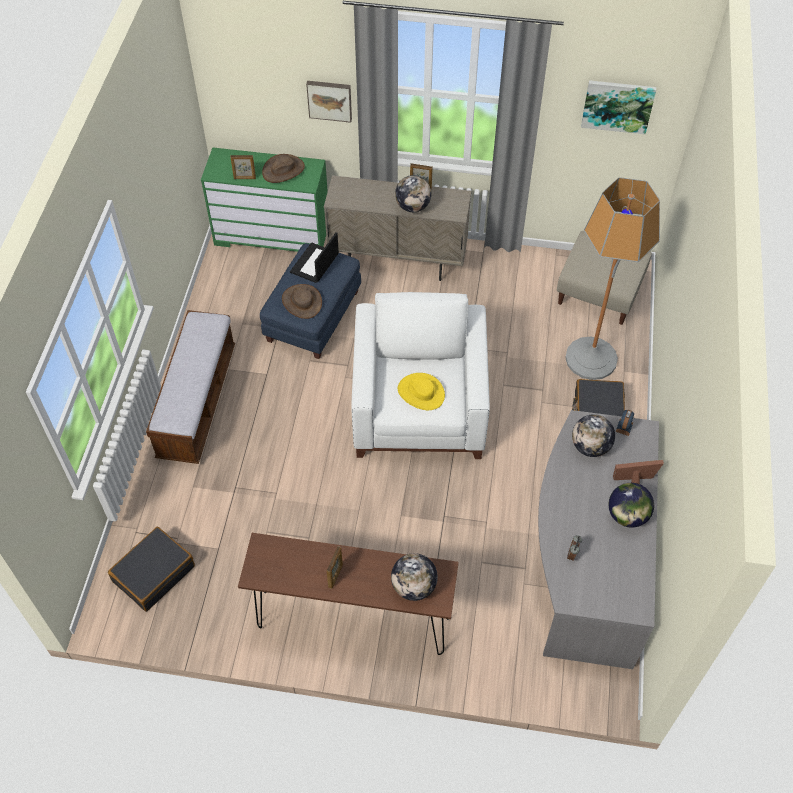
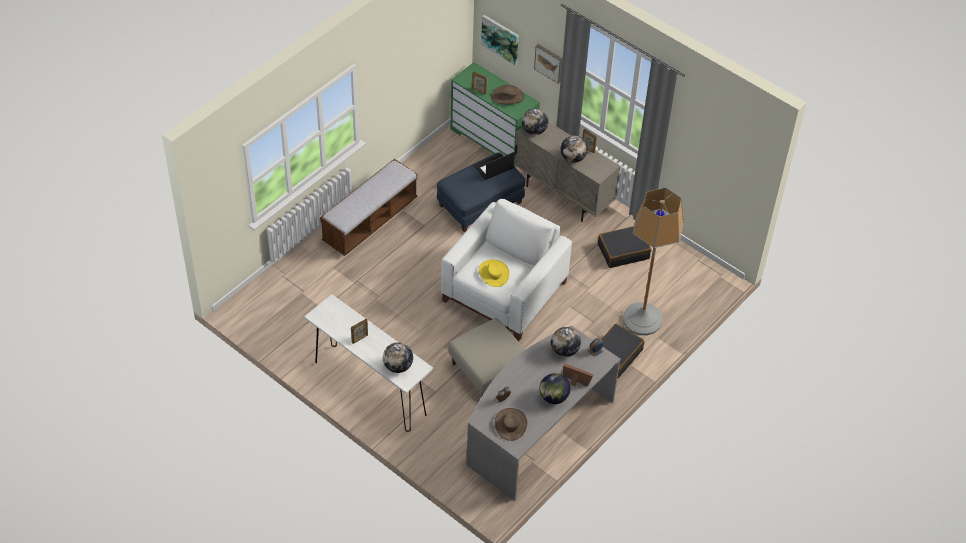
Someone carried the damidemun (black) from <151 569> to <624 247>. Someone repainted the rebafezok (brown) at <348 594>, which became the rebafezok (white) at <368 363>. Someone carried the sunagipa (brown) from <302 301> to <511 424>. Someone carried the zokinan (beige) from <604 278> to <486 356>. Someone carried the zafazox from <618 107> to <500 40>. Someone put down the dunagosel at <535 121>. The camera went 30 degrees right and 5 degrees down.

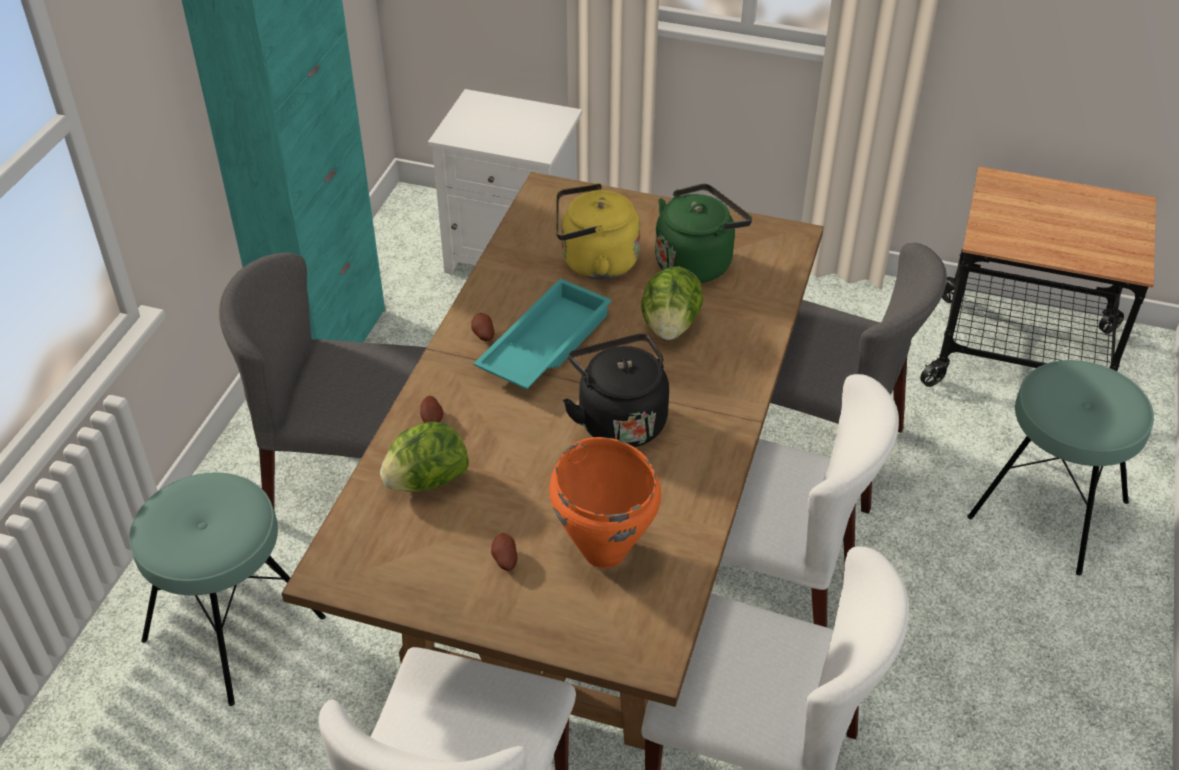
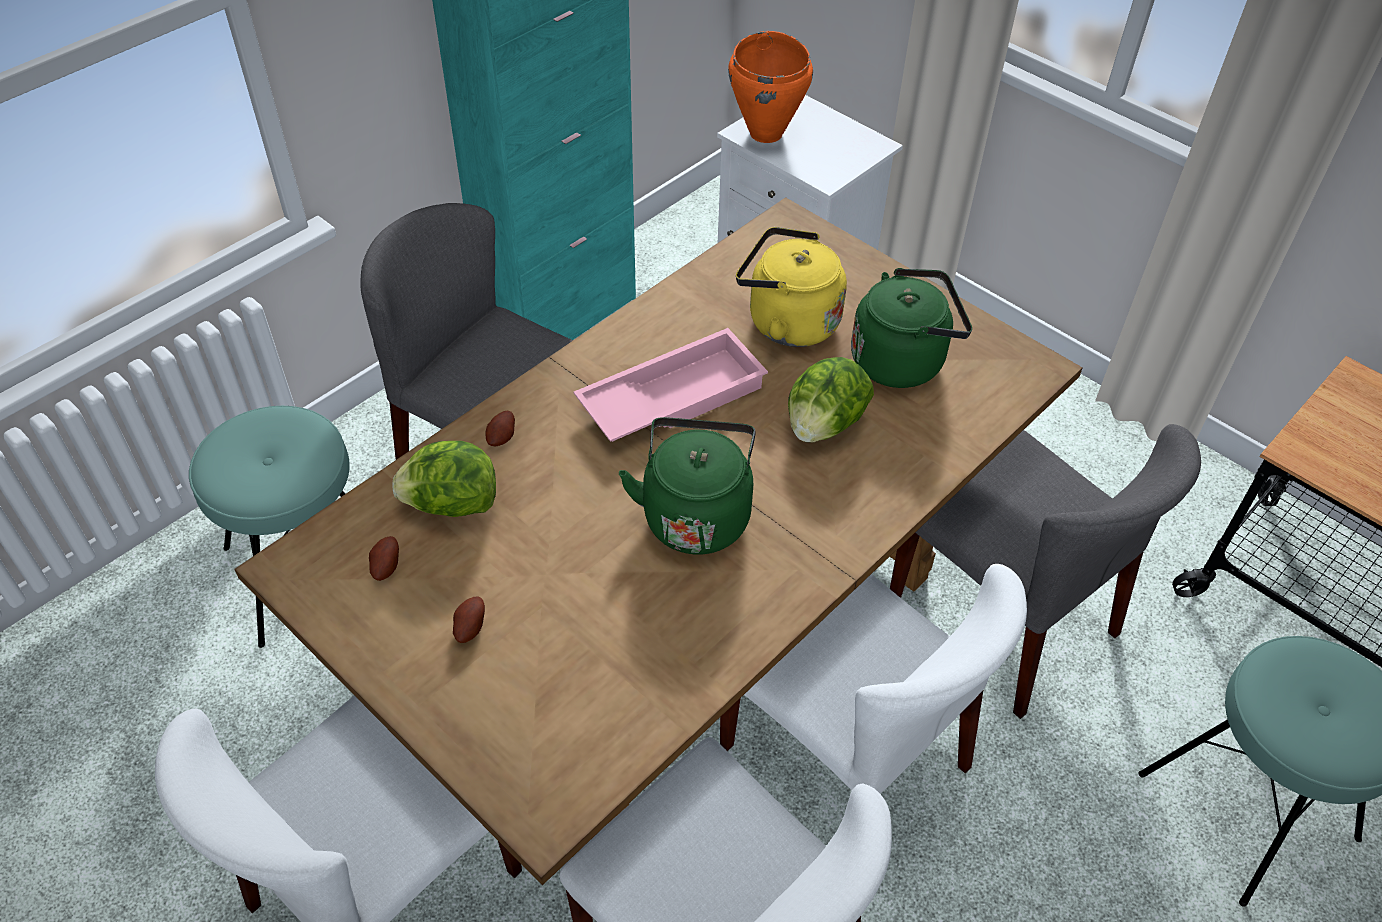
Someone carried the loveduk from <483 327> to <384 558>. Someone repainted the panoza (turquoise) at <543 334>, which became the panoza (pink) at <671 385>. Someone carried the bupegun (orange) from <605 502> to <770 87>. Someone repainted the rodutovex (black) at <616 390>, which became the rodutovex (green) at <687 485>. The camera went 25 degrees right and 5 degrees up.

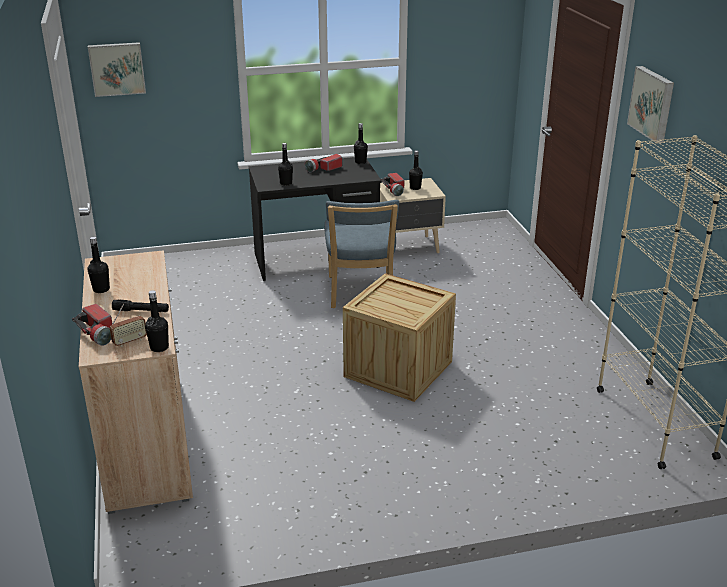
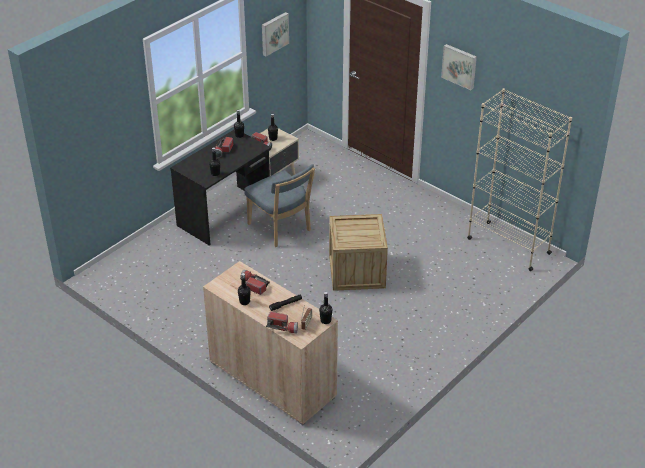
Someone carried the zafazox from <117 69> to <275 34>. Someone put down the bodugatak at <255 282>. The camera went 35 degrees left and 10 degrees up.

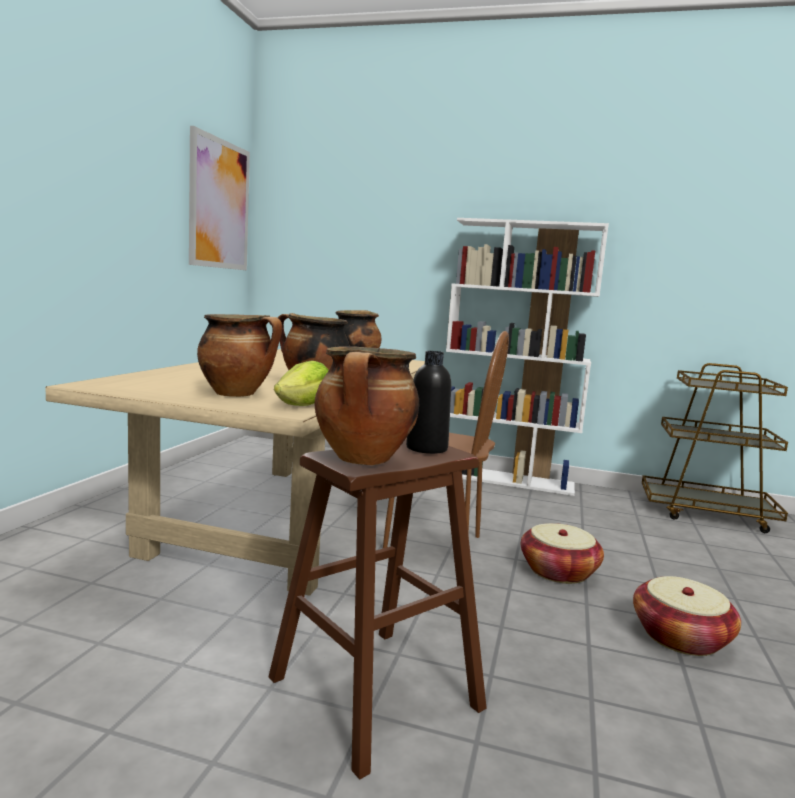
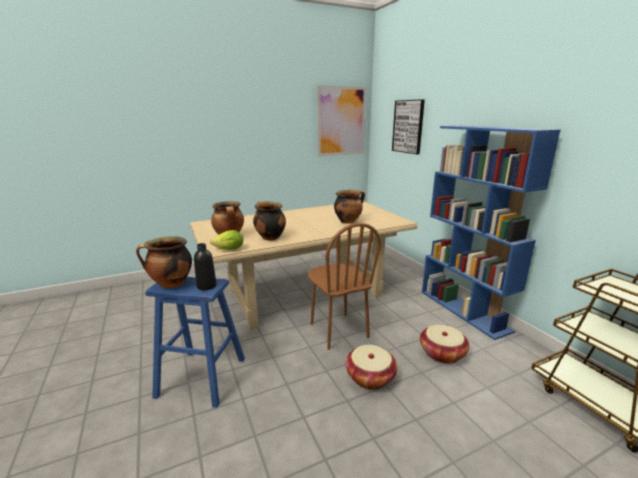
Someone repainted the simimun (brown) at <377 610>, which became the simimun (blue) at <195 342>. Someone repainted the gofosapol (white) at <527 357>, which became the gofosapol (blue) at <491 233>. Someone carried the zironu from <687 616> to <444 344>. Someone put up the zafazox at <408 126>. The camera went 50 degrees right and 10 degrees up.

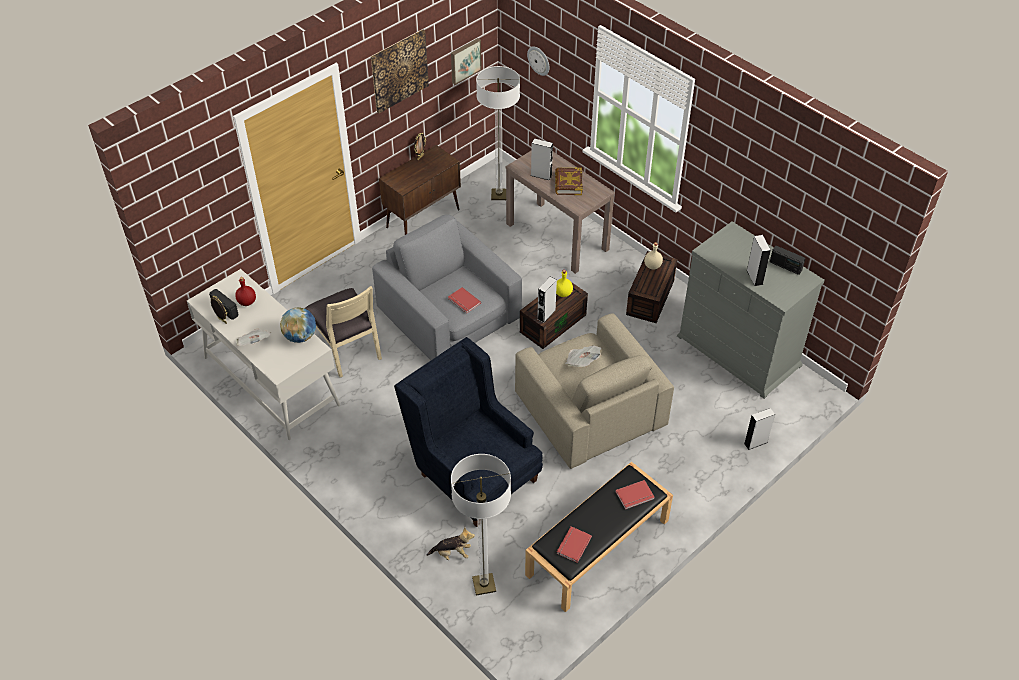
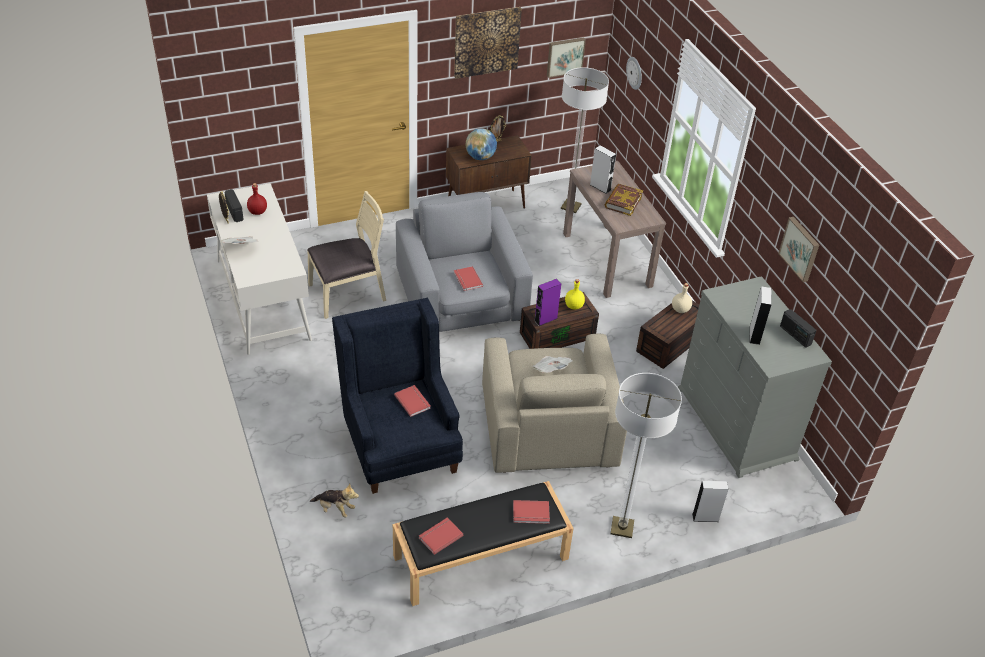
Someone carried the dunagosel from <298 325> to <481 144>. Someone rotated the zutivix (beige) at <343 332> by 105 degrees counterclockwise. Someone carried the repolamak from <481 525> to <646 455>. Someone repainted the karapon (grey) at <547 300>, which became the karapon (purple) at <548 302>. Someone put down the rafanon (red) at <412 401>. Someone put up the zafazox at <798 249>. The camera went 20 degrees right and 5 degrees down.

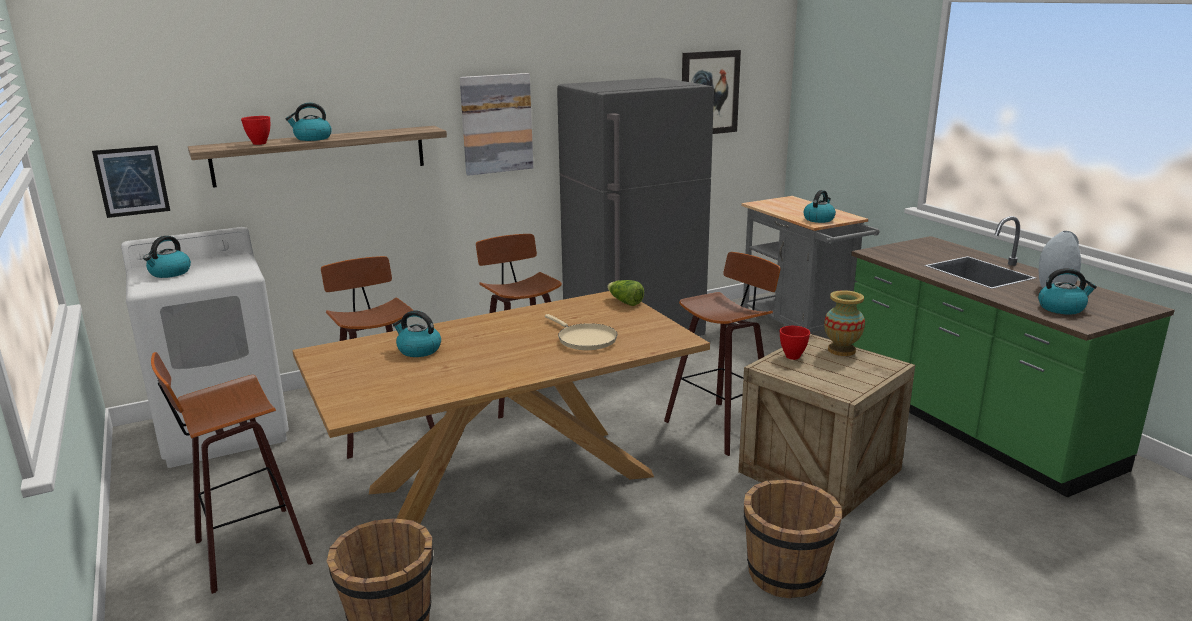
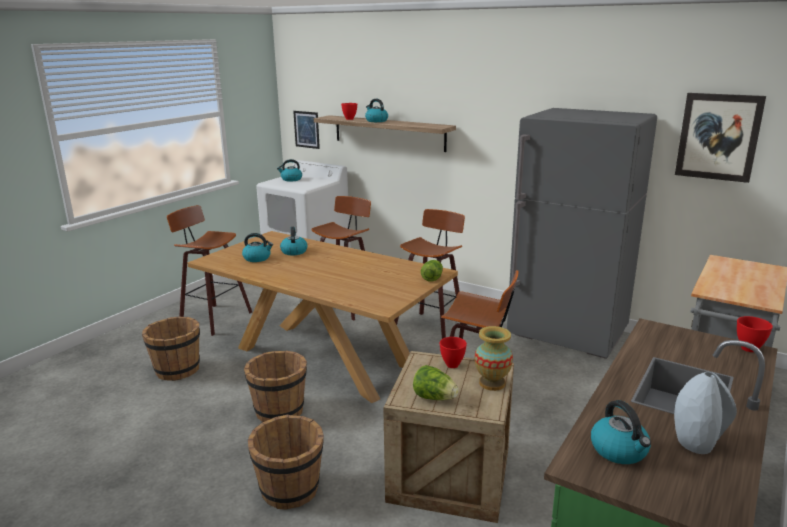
Someone took away the zafazox at <496 124>. Someone took away the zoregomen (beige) at <581 332>. Someone carried the rodutovex from <819 206> to <257 247>. Someone put down the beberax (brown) at <275 386>. Someone put down the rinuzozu at <436 382>. Someone put down the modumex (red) at <755 334>. The camera went 60 degrees right and 0 degrees up.

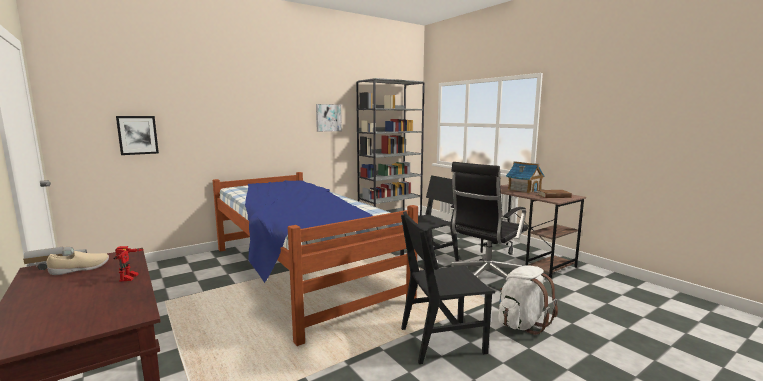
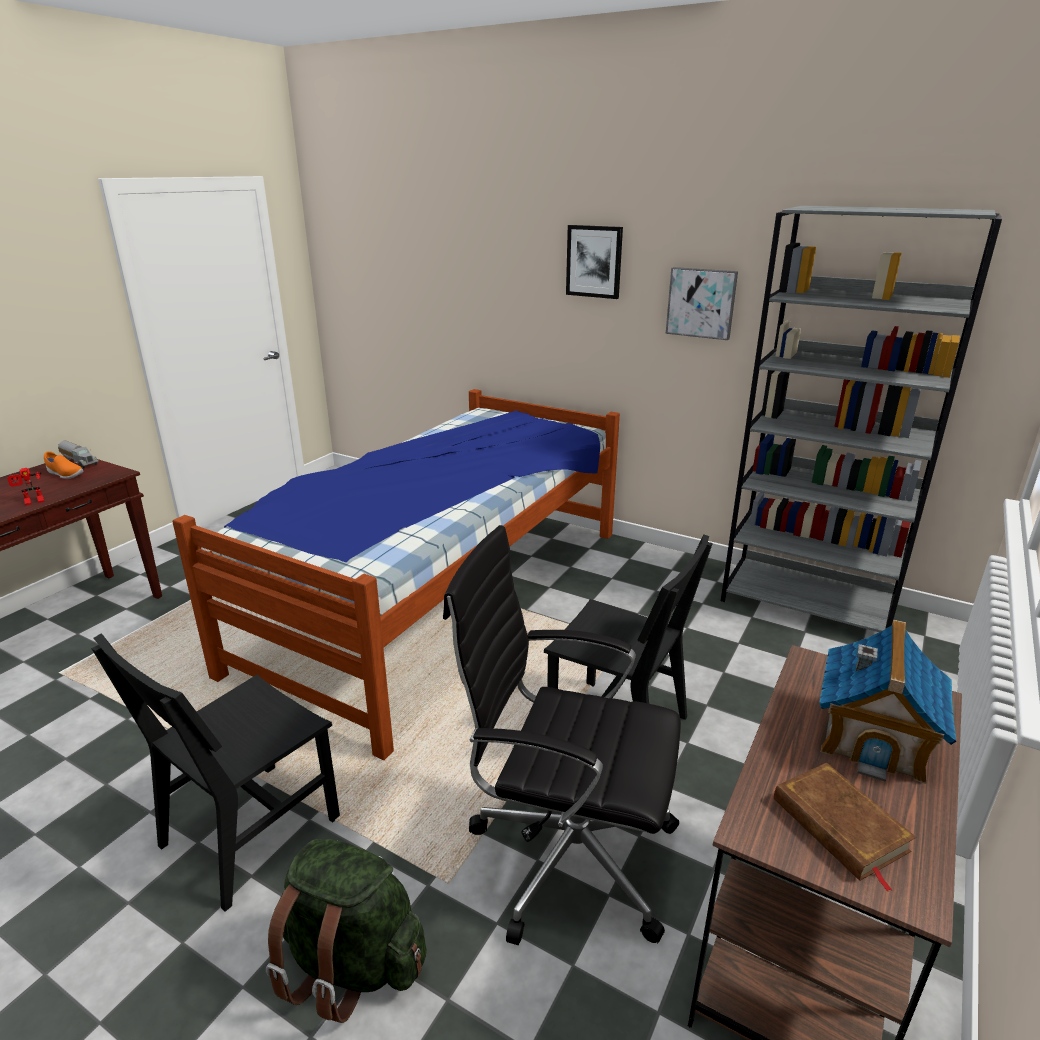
Someone repainted the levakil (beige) at <78 263>, which became the levakil (orange) at <63 465>. Someone carried the zafazox from <137 135> to <594 262>. Someone rotated the zutivix (black) at <448 287> by 105 degrees counterclockwise. Someone repainted the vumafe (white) at <528 300>, which became the vumafe (green) at <346 931>. The camera went 65 degrees right and 15 degrees up.

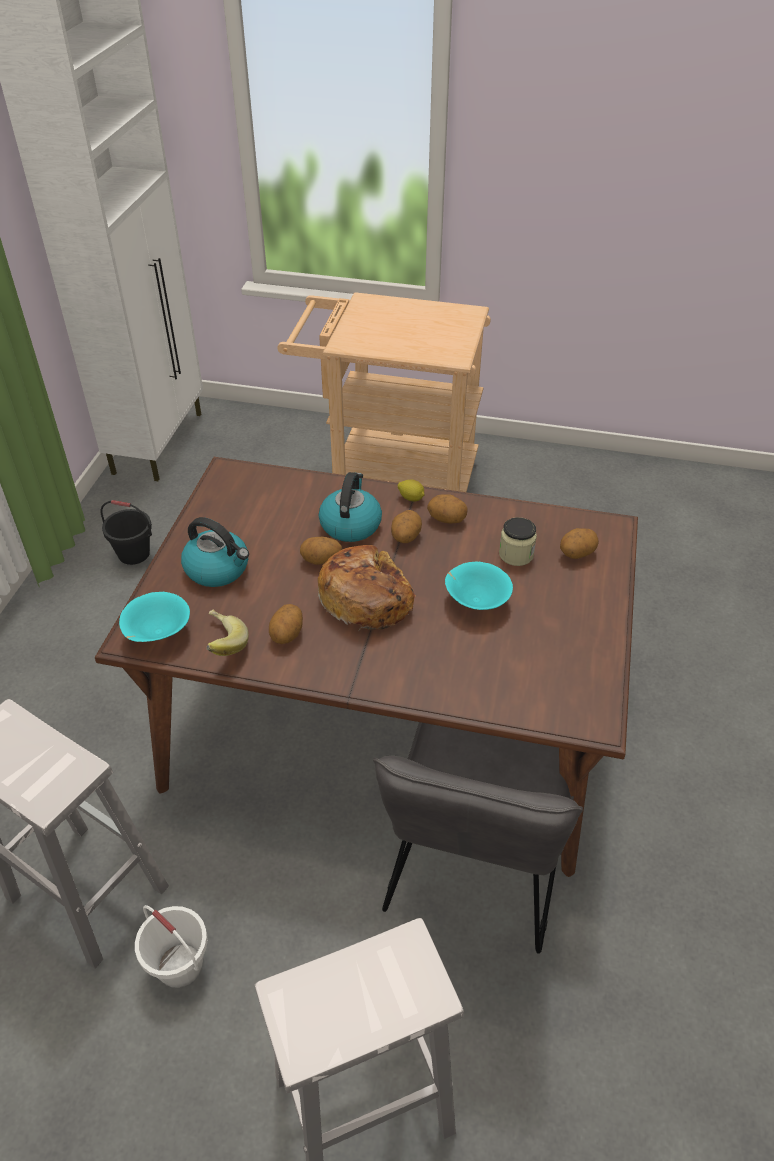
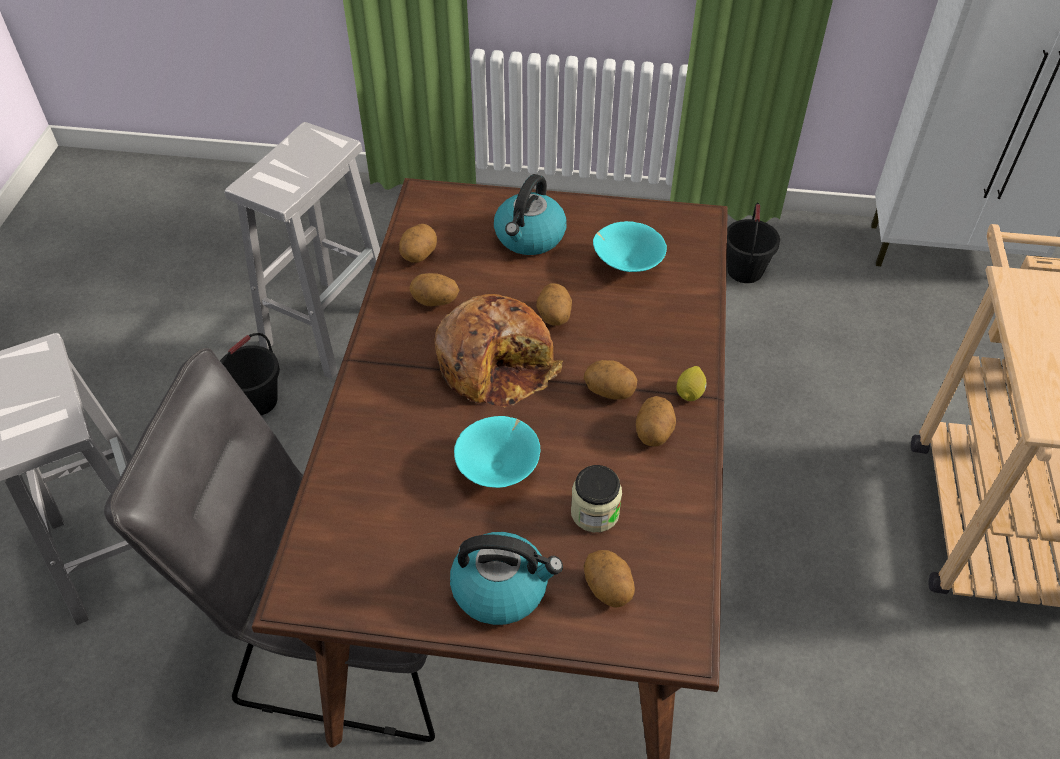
Someone carried the modumex (turquoise) from <154 617> to <630 246>. Someone repainted the beberax (white) at <171 946>, which became the beberax (black) at <250 374>. Someone swapped the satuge at <227 632> for the loveduk at <418 243>. Someone carried the rodutovex from <350 507> to <506 578>. The camera went 85 degrees right and 5 degrees up.

